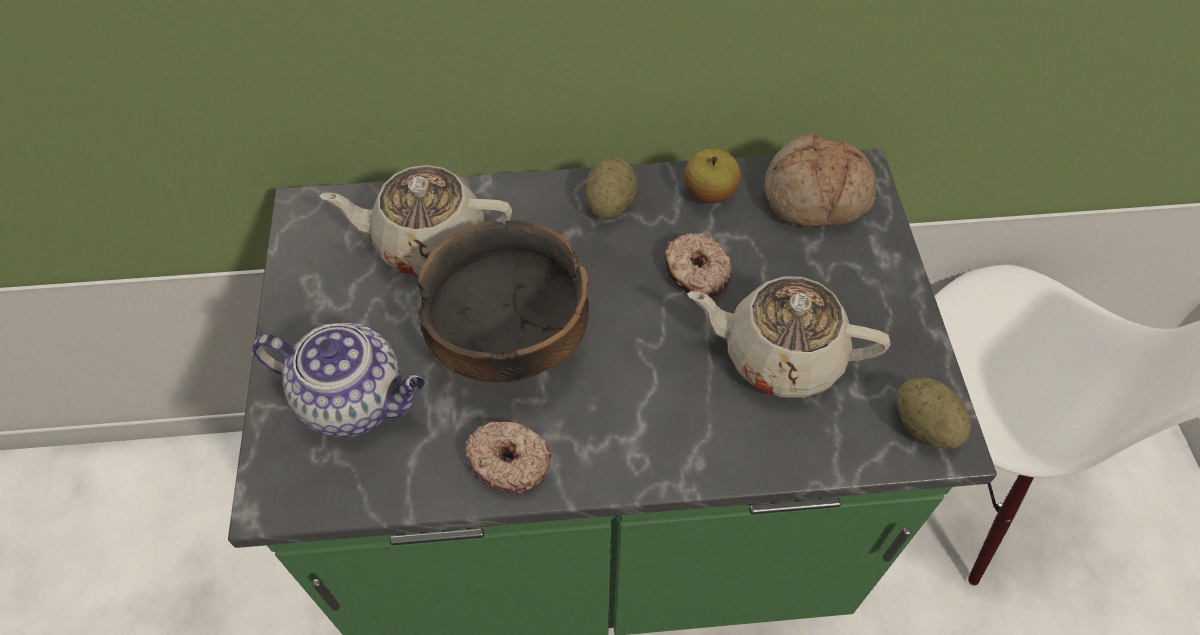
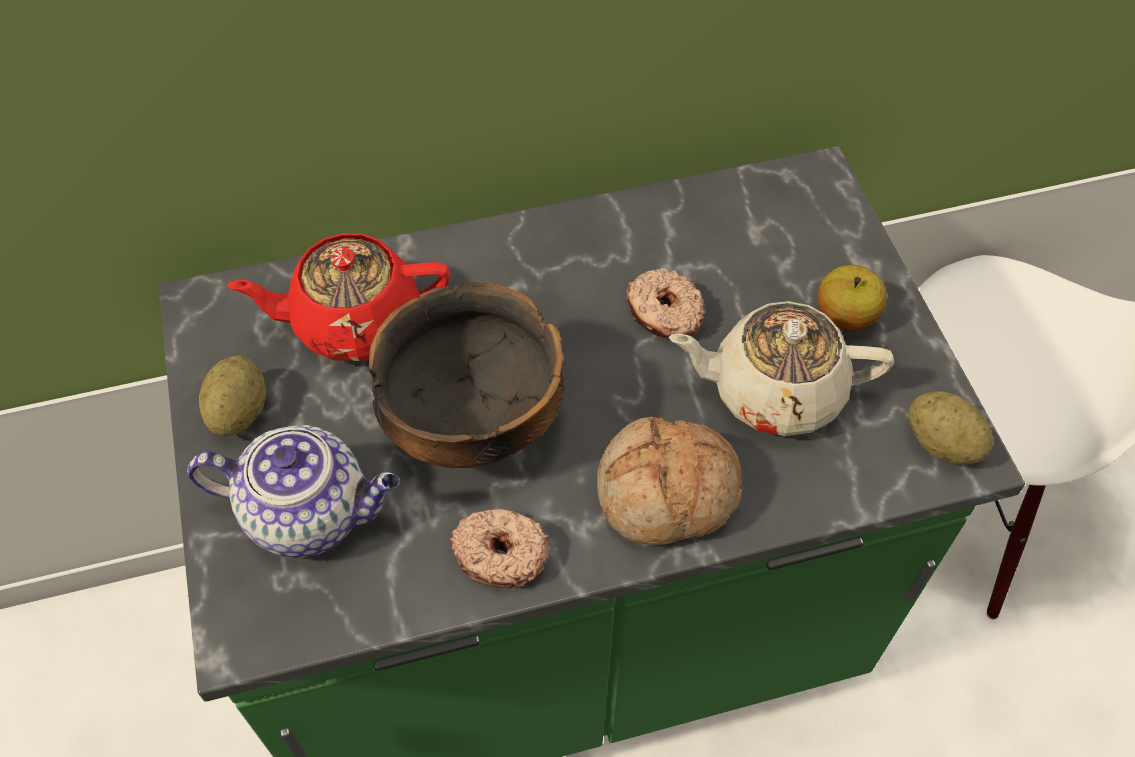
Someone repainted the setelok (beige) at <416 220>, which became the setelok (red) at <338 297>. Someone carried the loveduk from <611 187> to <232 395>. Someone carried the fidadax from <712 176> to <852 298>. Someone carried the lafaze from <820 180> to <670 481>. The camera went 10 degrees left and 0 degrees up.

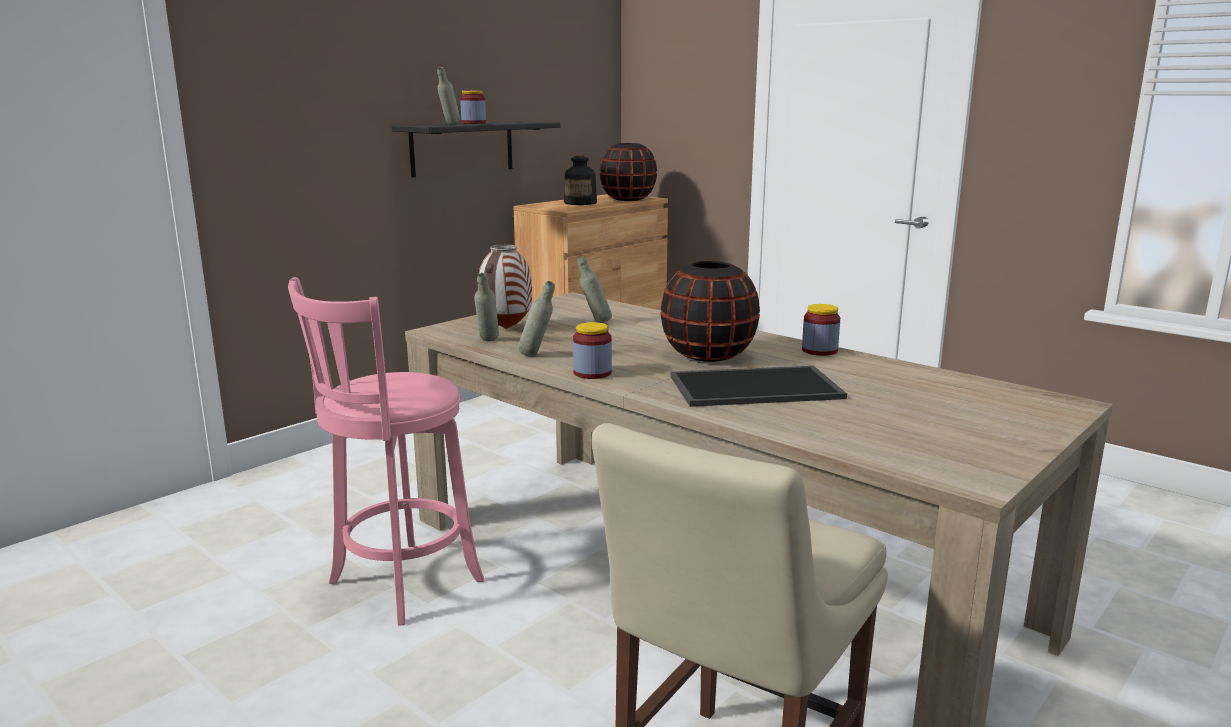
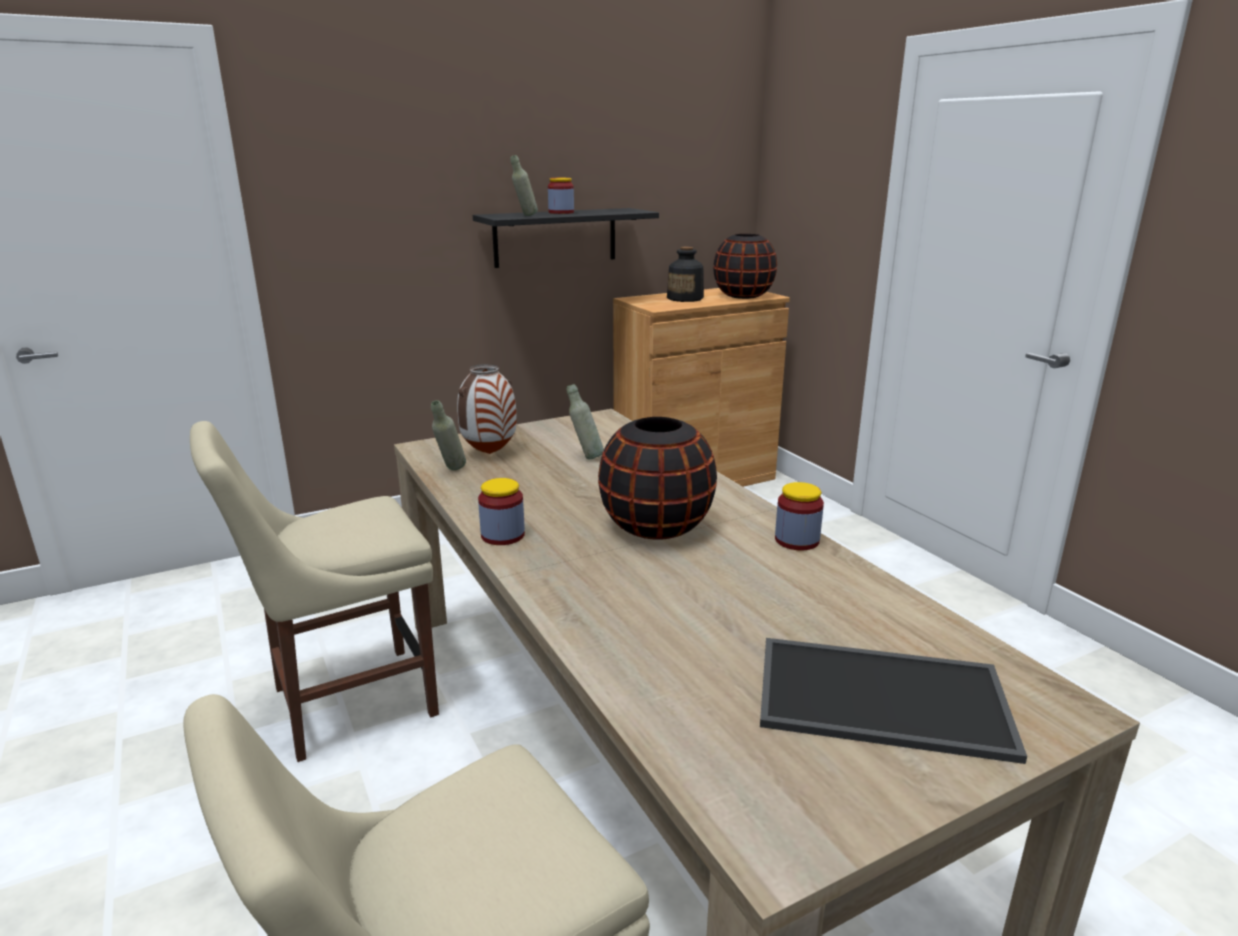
Someone swapped the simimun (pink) at <386 451> for the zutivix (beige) at <314 591>. Someone took away the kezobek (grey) at <536 319>. Someone carried the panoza from <758 386> to <893 701>. The camera went 20 degrees right and 5 degrees up.

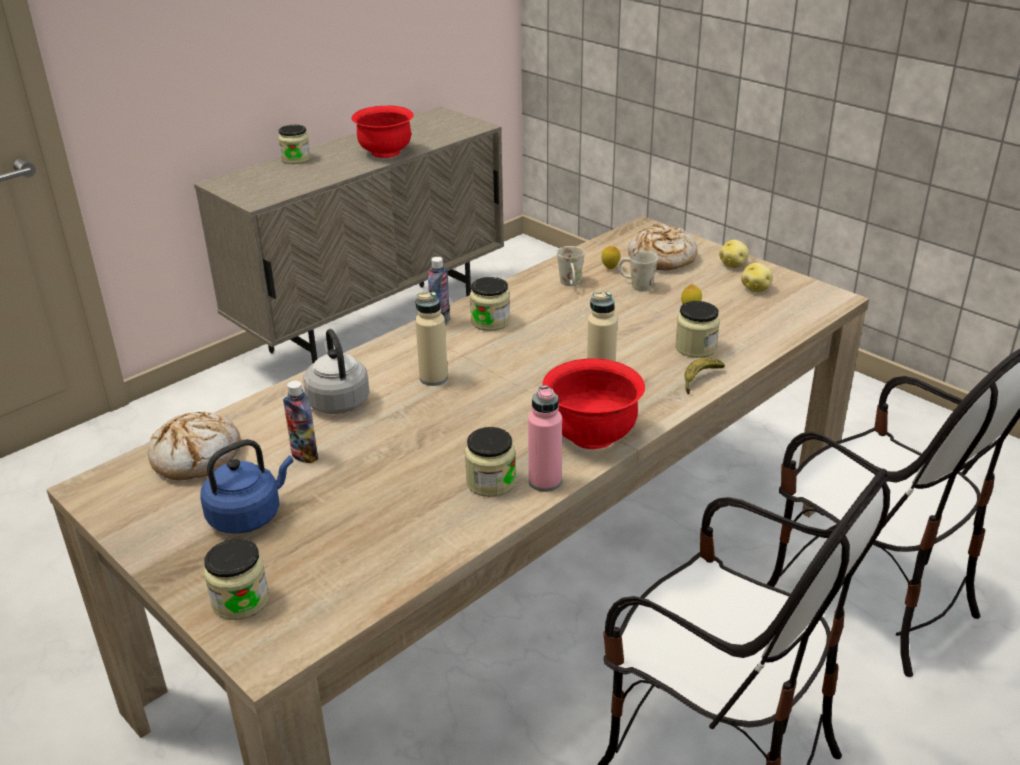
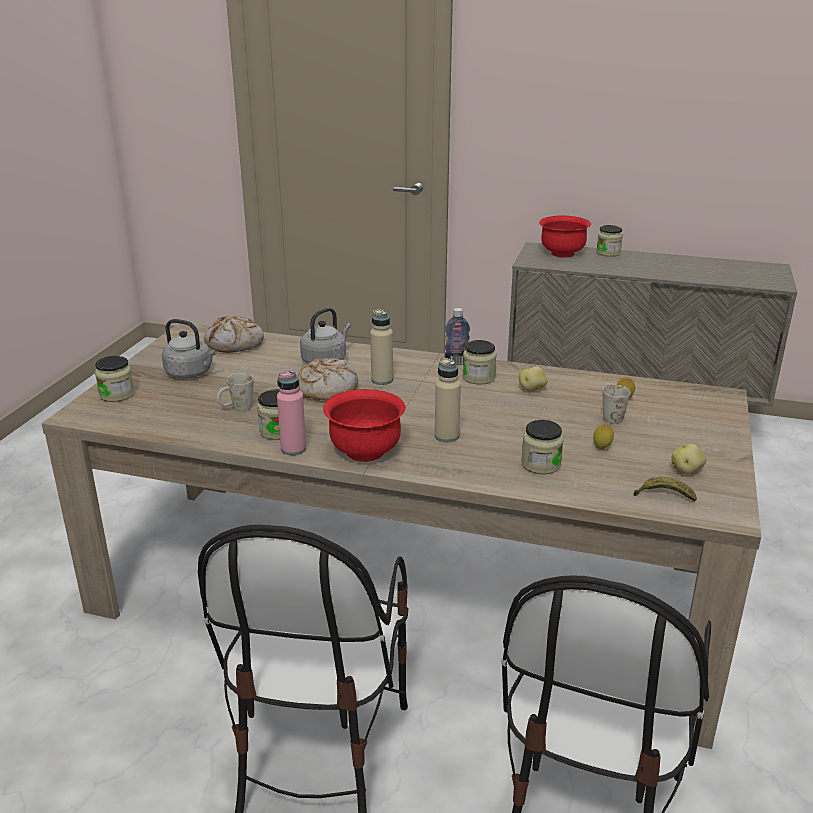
Someone repainted the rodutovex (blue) at <247 486>, which became the rodutovex (grey) at <189 349>. Someone took away the kezobek at <300 422>. Someone carried the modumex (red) from <382 131> to <565 236>. Someone carried the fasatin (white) from <571 266> to <235 392>. Someone carried the lafaze from <662 247> to <327 379>. Someone carried the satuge from <705 376> to <665 489>. Someone carried the loveduk from <734 254> to <533 379>. The camera went 60 degrees right and 5 degrees down.

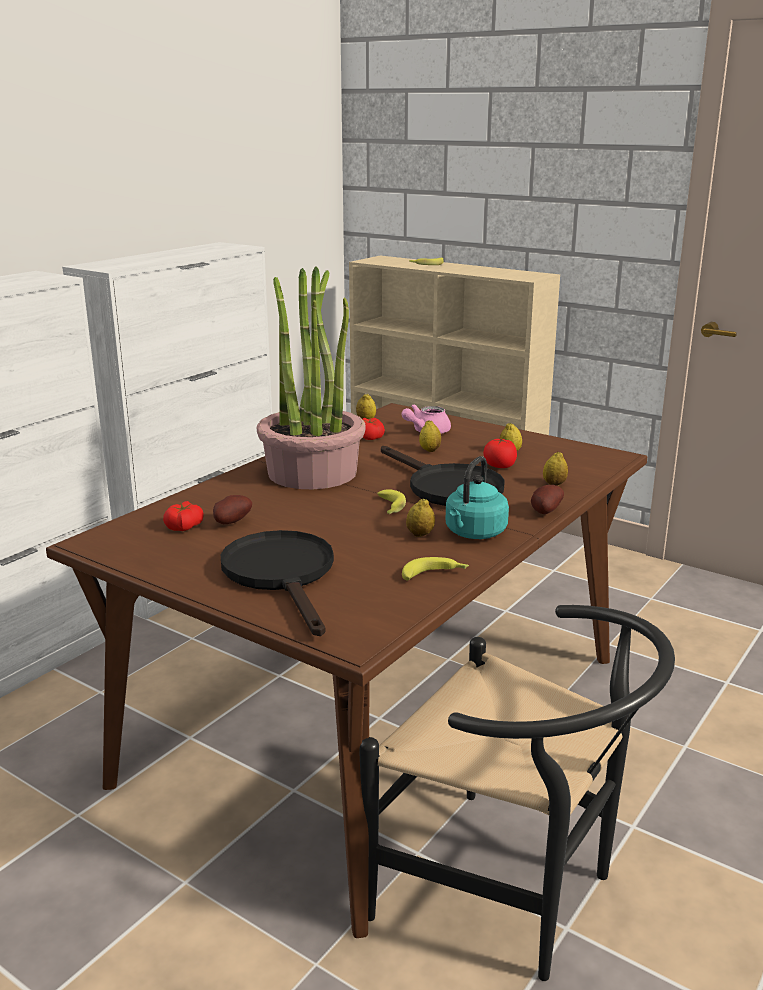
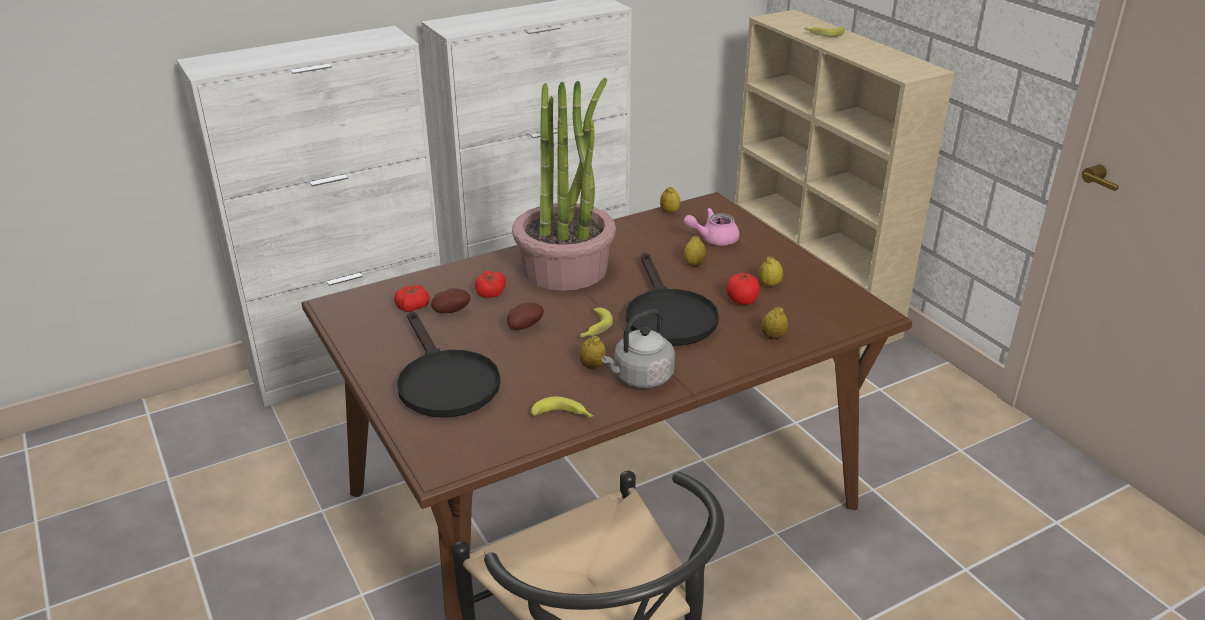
Someone rotated the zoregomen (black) at <277 583> by 150 degrees clockwise. Someone carried the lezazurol from <373 429> to <490 284>. Someone repainted the rodutovex (turquoise) at <477 497>, which became the rodutovex (grey) at <638 348>. Someone carried the loveduk from <547 499> to <525 316>. The camera went 25 degrees right and 10 degrees up.

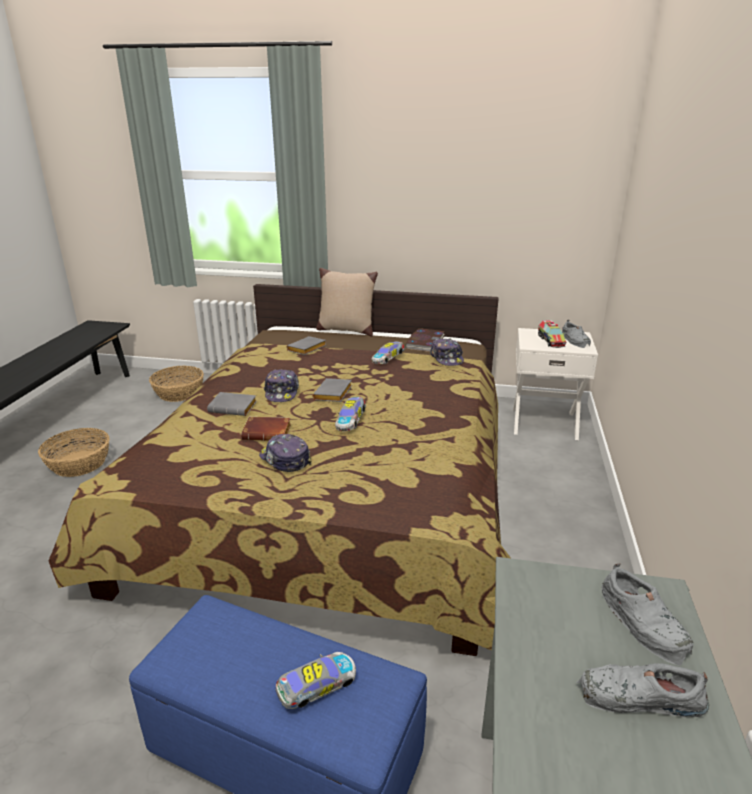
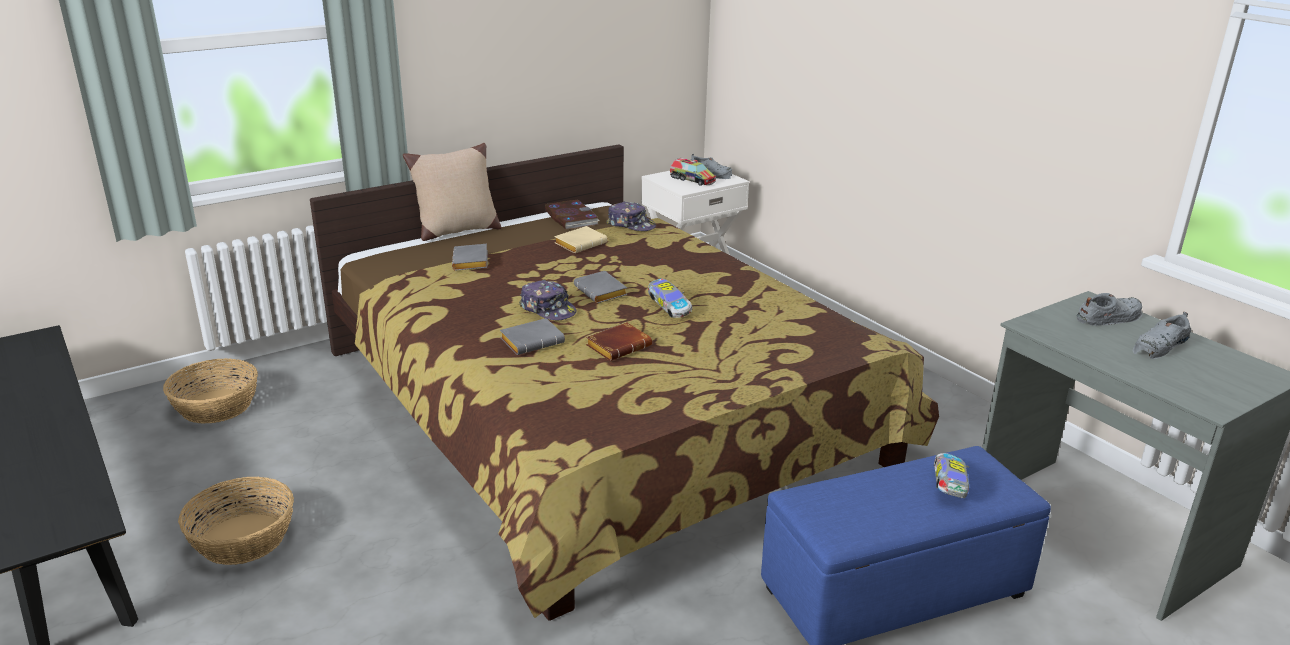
Someone took away the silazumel at <285 453>. Someone swapped the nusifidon at <388 353> for the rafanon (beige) at <581 239>. Someone rotated the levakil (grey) at <648 614> by 45 degrees counterclockwise. The camera went 45 degrees left and 0 degrees up.

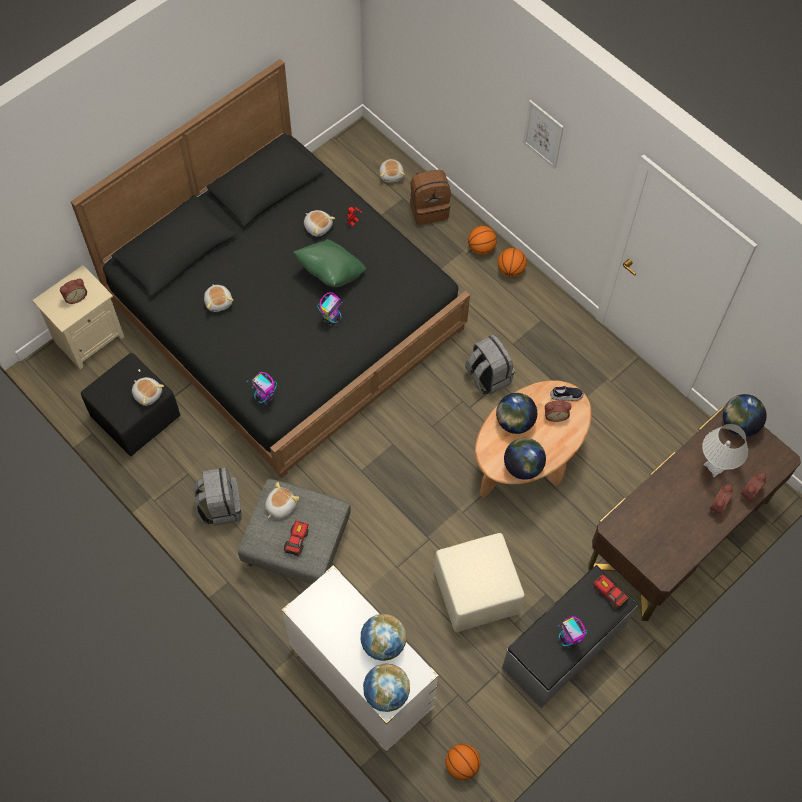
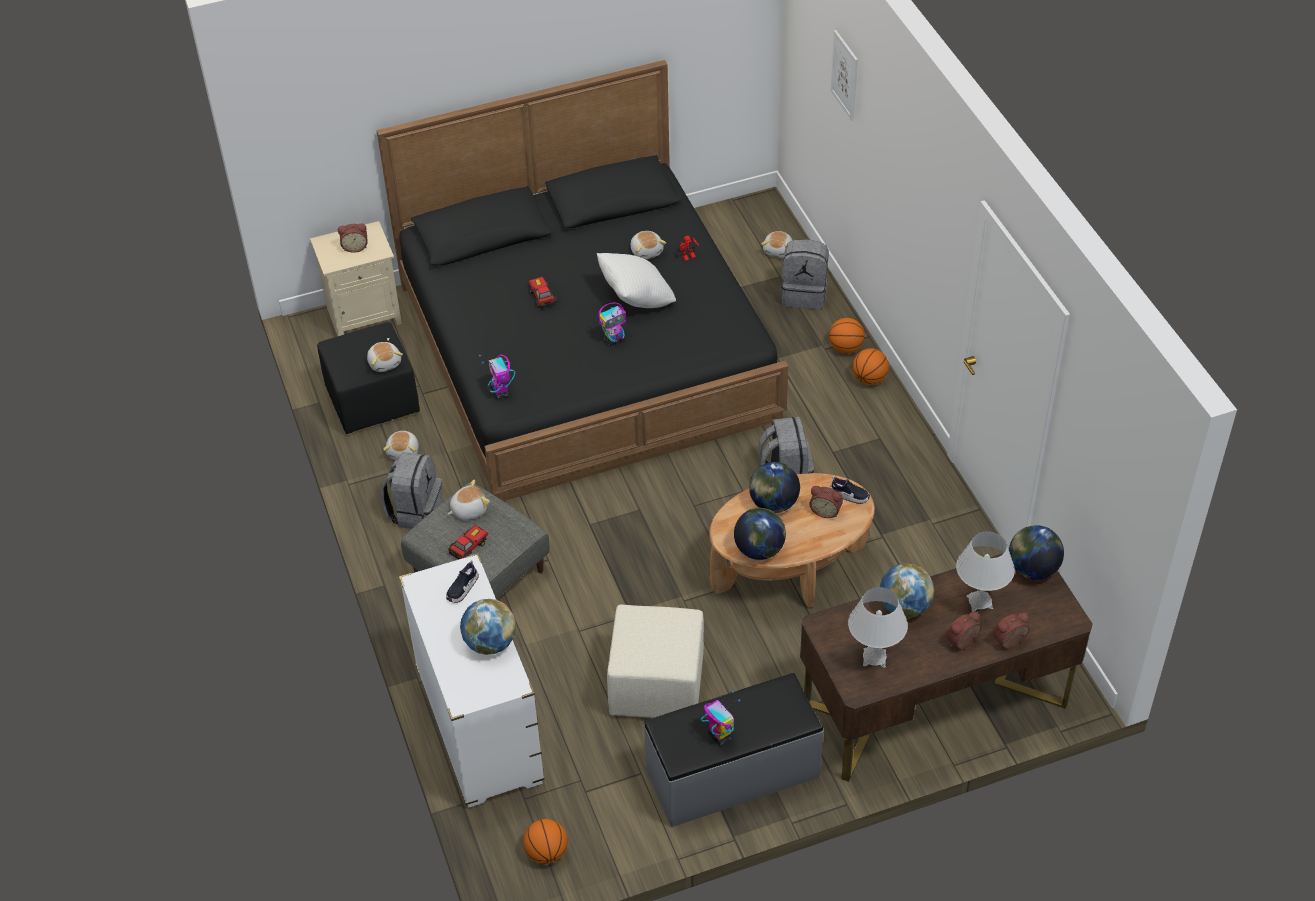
Someone carried the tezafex from <218 298> to <401 445>. Someone repainted the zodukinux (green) at <329 263>, which became the zodukinux (white) at <636 280>. Someone carried the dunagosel from <386 687> to <907 590>. Someone repainted the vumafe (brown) at <430 197>, which became the vumafe (grey) at <805 274>. Someone carried the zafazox from <543 134> to <844 75>. Someone rotated the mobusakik at <572 632> by 150 degrees clockwise. Someone carried the nusifidon from <611 592> to <543 293>. Someone put down the levakil at <462 581>. Someone put down the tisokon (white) at <878 627>. The camera went 25 degrees right and 15 degrees down.

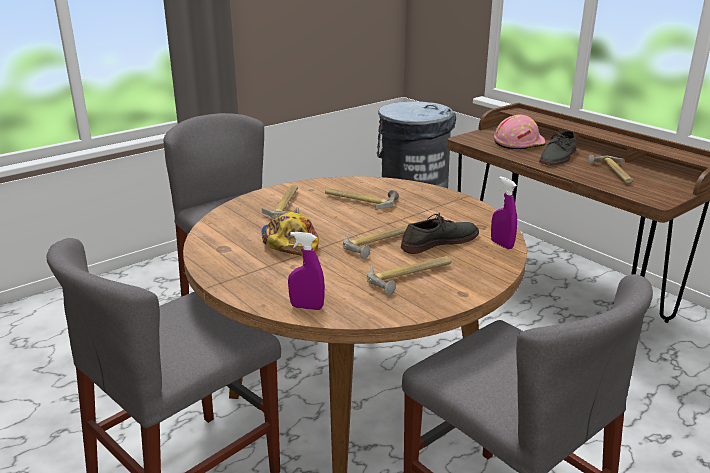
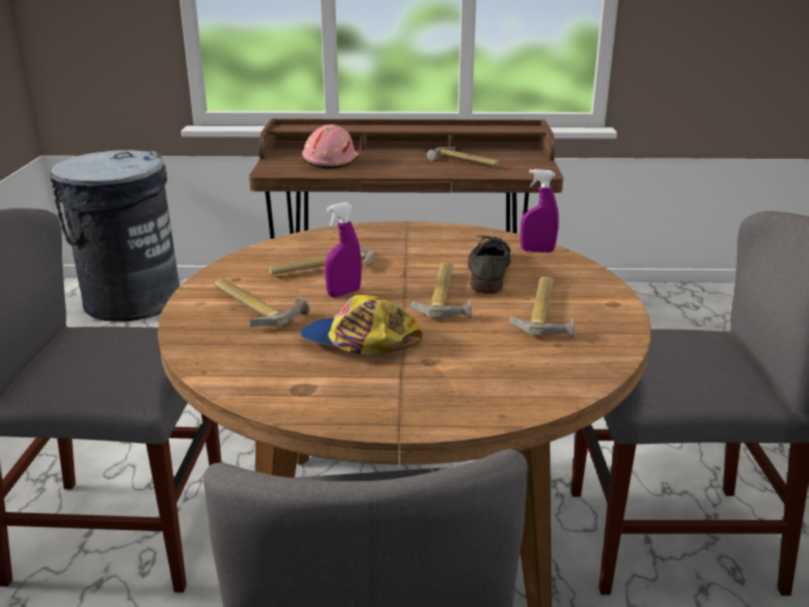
Someone carried the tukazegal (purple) from <306 271> to <343 249>. Someone took away the levakil (grey) at <558 147>. The camera went 50 degrees left and 0 degrees up.

